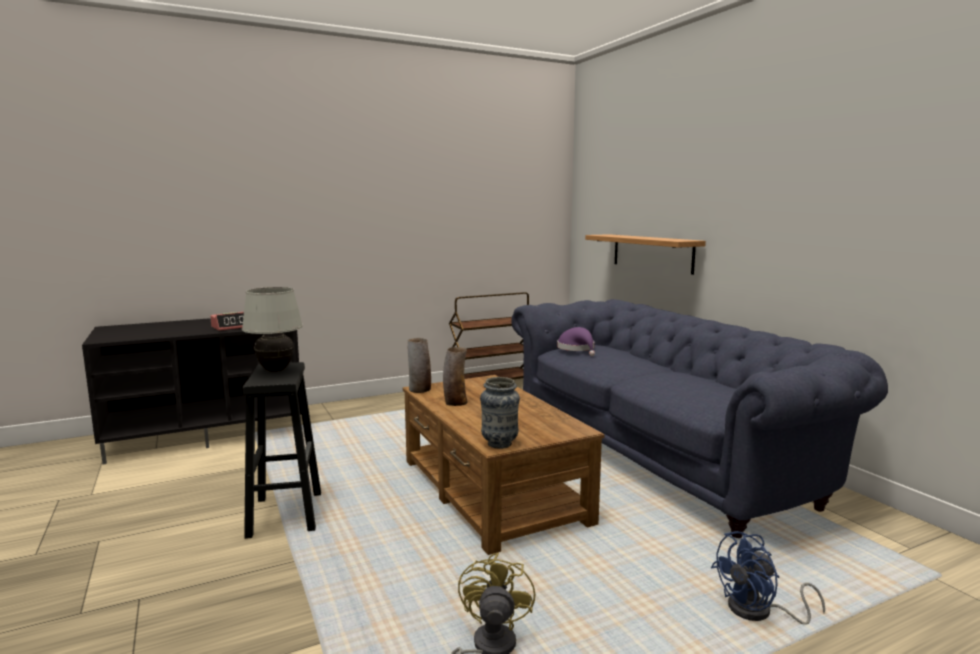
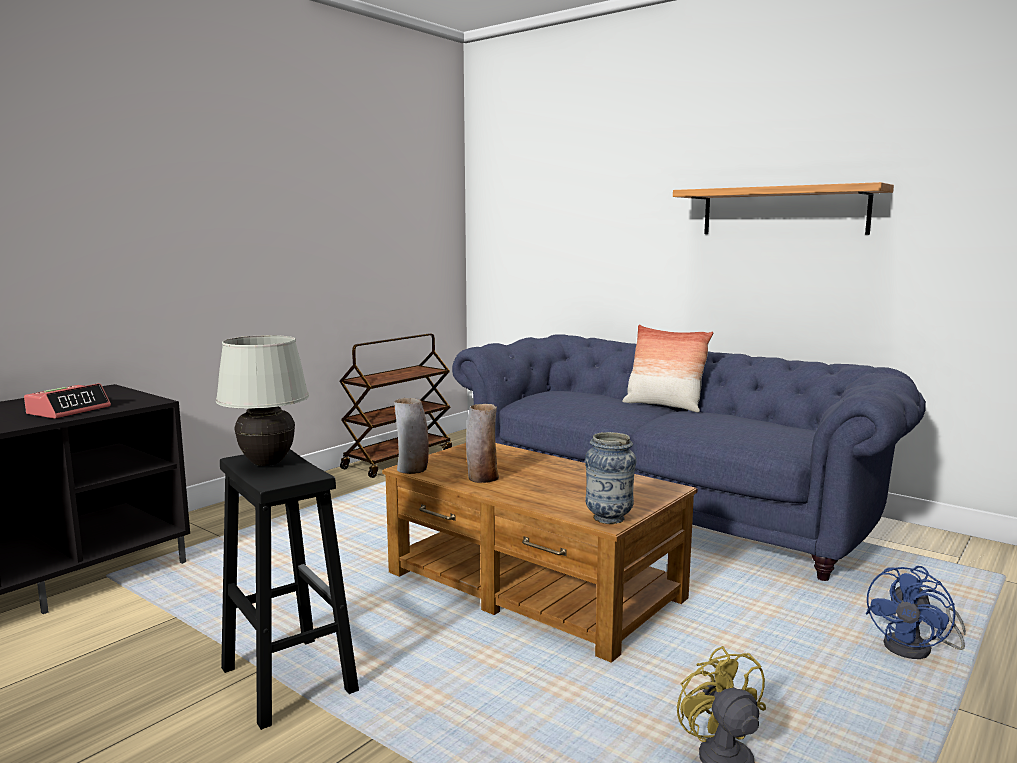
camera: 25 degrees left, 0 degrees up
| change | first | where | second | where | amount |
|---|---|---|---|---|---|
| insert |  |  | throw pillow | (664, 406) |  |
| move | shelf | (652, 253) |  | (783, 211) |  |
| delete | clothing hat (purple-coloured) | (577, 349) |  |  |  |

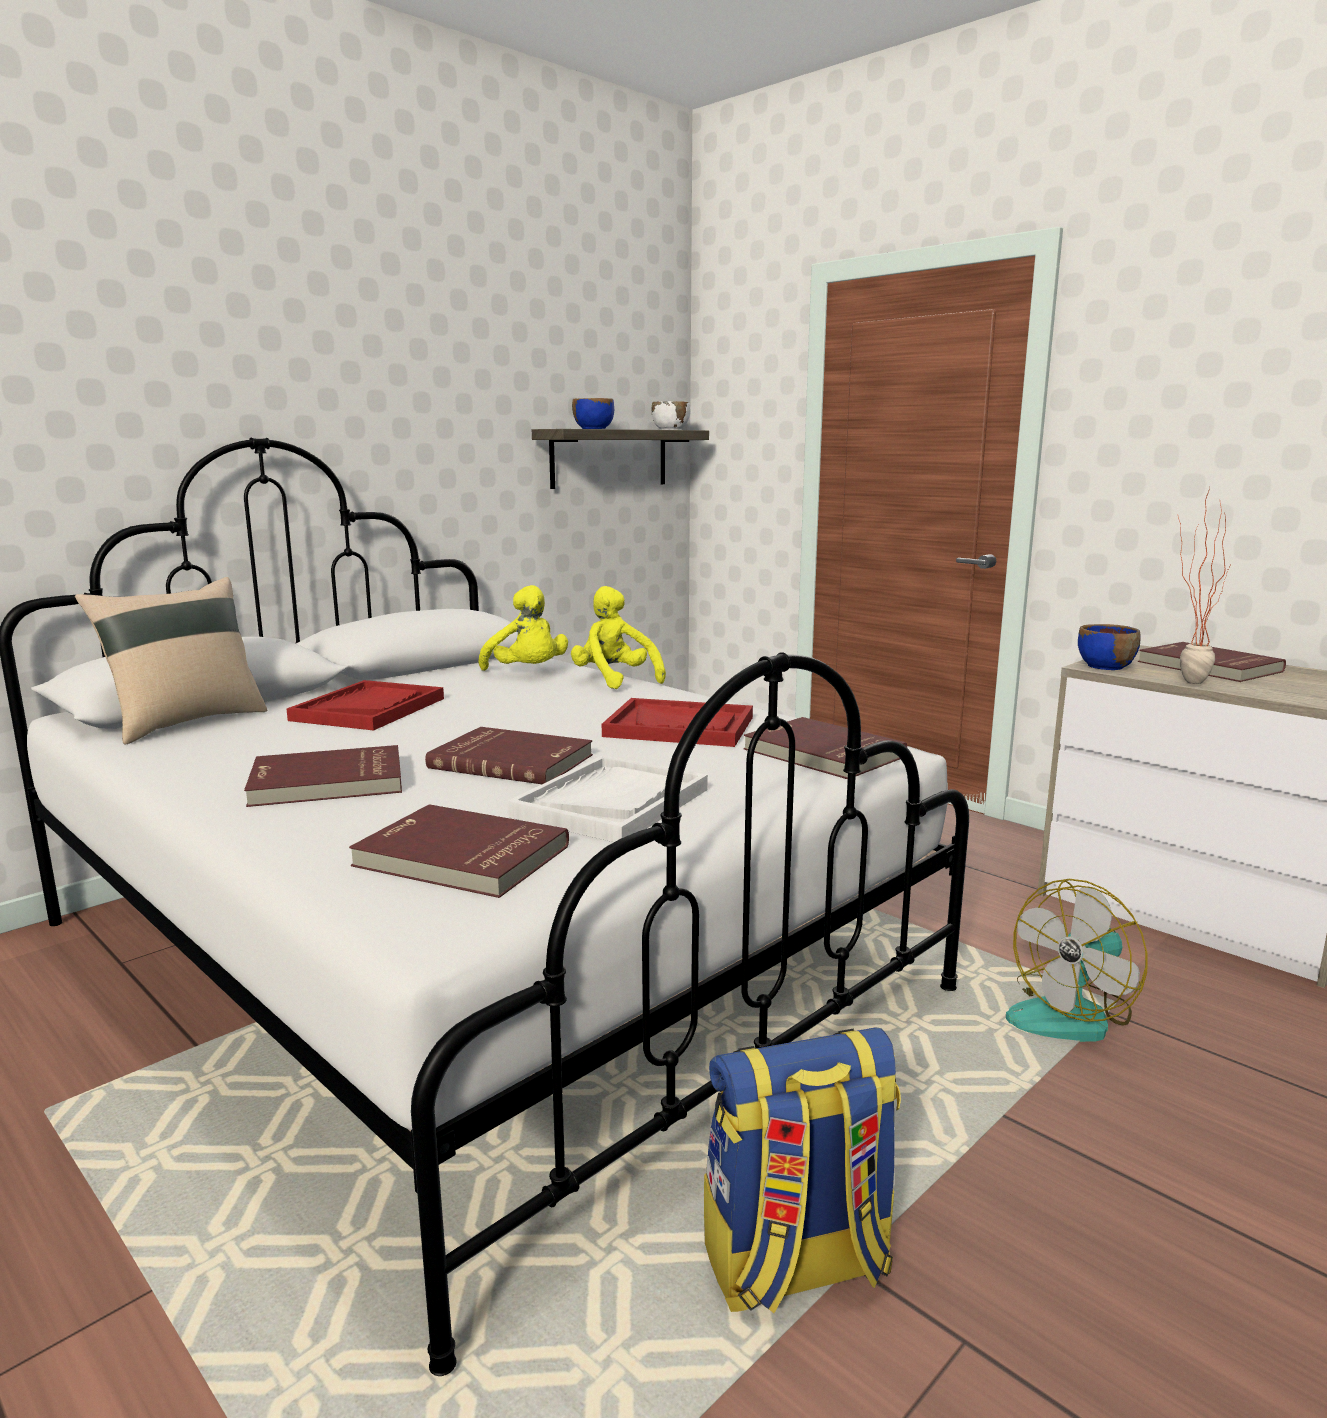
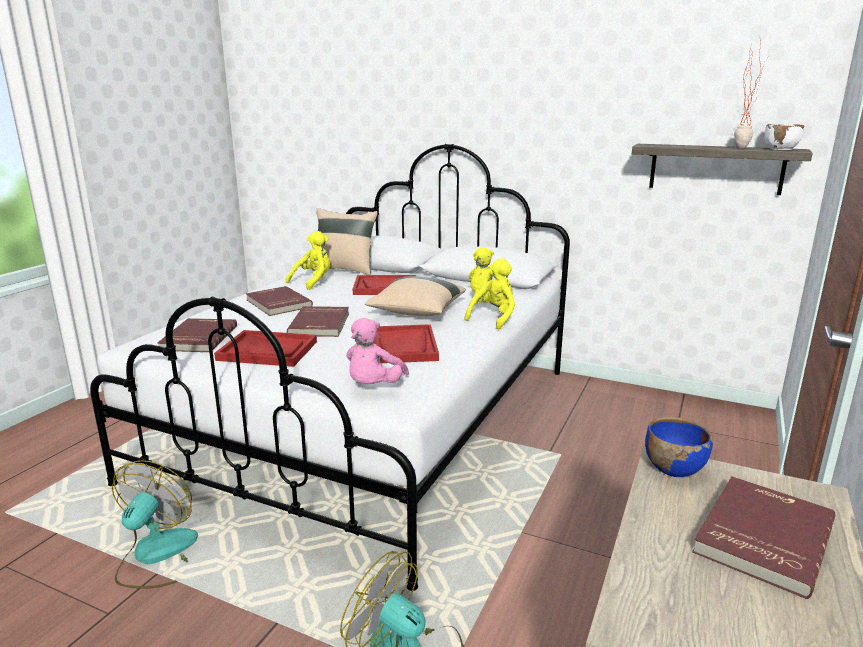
camera: 70 degrees right, 5 degrees up
| change | first | where | second | where | amount |
|---|---|---|---|---|---|
| replace | backpack | (796, 1266) | electric fan | (156, 556) |  |
| recolor | tray (white-coloured) | (611, 802) | tray (red) | (268, 351) |  |
| insert |  |  | soft toy (yellow) | (313, 281) |  |
| replace | book (red) | (822, 753) | soft toy (pink-coloured) | (373, 386) |  |
| insert |  |  | throw pillow (sand-coloured) | (416, 312) |  |
| move | plant in a pot | (1184, 680) |  | (742, 147) |  |
| delete | deep dish (blue-coloured) | (594, 428) |  |  |  |

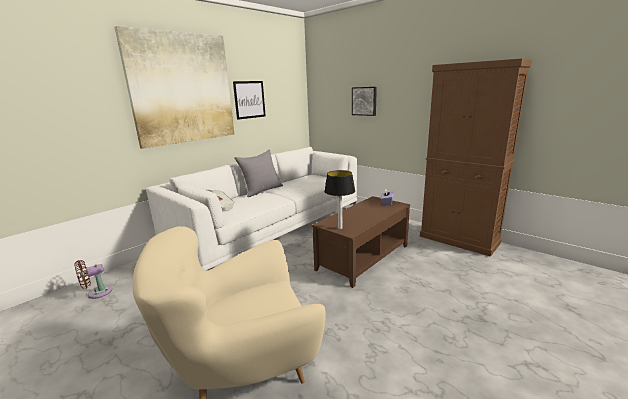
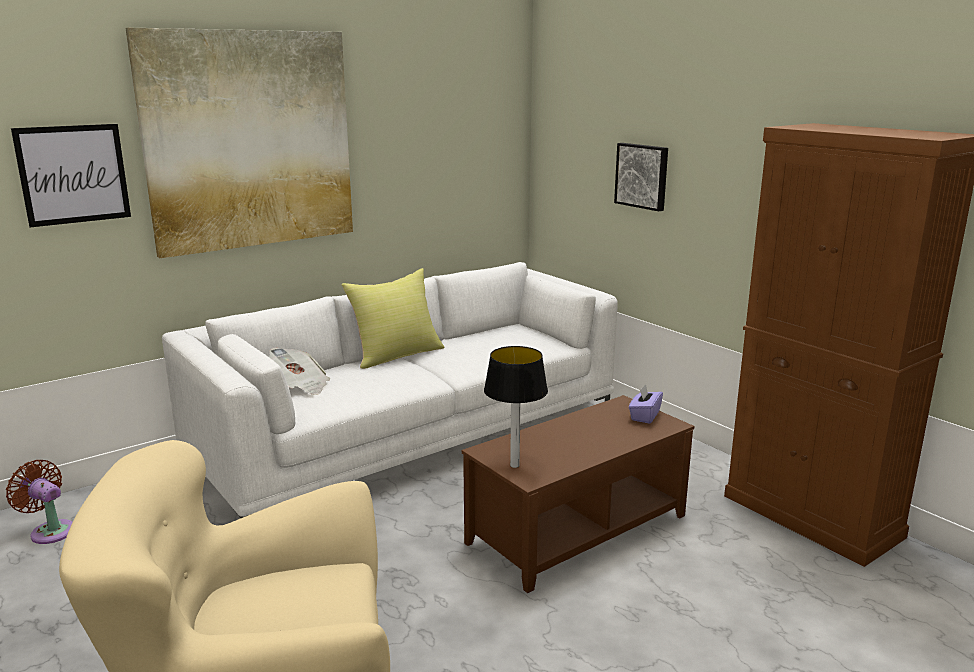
camera: 10 degrees right, 0 degrees up
| change | first | where | second | where | amount |
|---|---|---|---|---|---|
| rotate | electric fan (brown) | (97, 293) |  | (50, 531) | 60 degrees clockwise |
| move | wall art | (249, 99) |  | (73, 174) |  |
| recolor | throw pillow (gray) | (261, 190) | throw pillow (yellow) | (396, 355) |  |

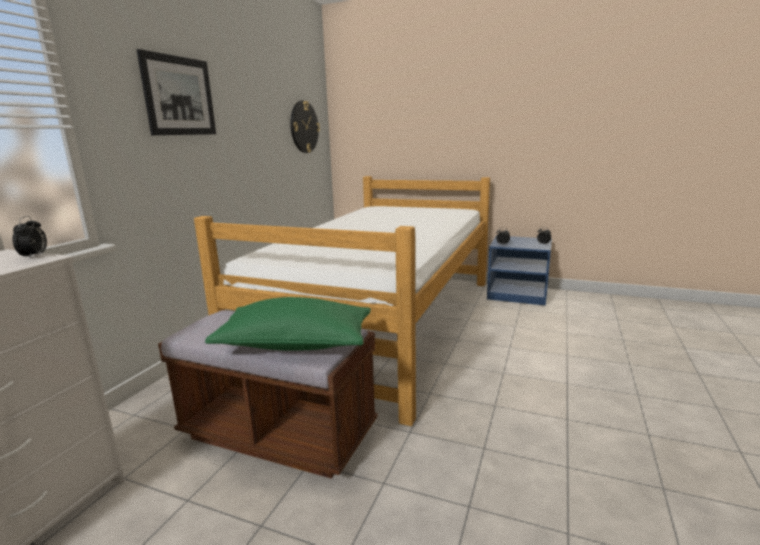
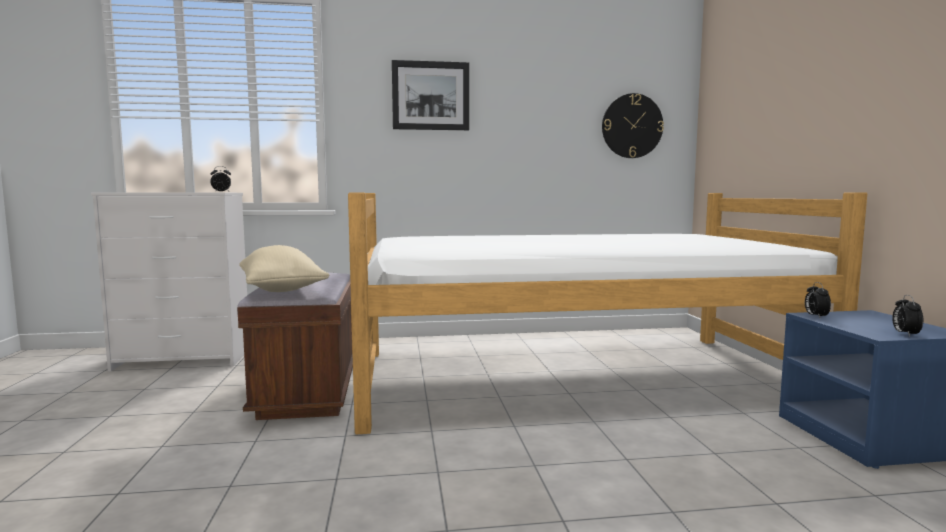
camera: 60 degrees right, 10 degrees down
| change | first | where | second | where | amount |
|---|---|---|---|---|---|
| recolor | throw pillow (greenish) | (295, 344) | throw pillow (sand-coloured) | (281, 289) |  |

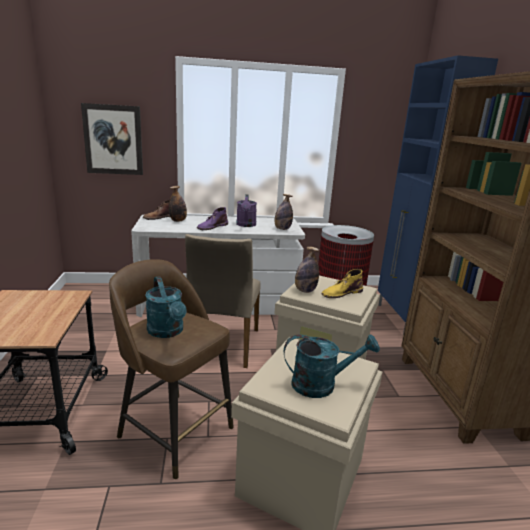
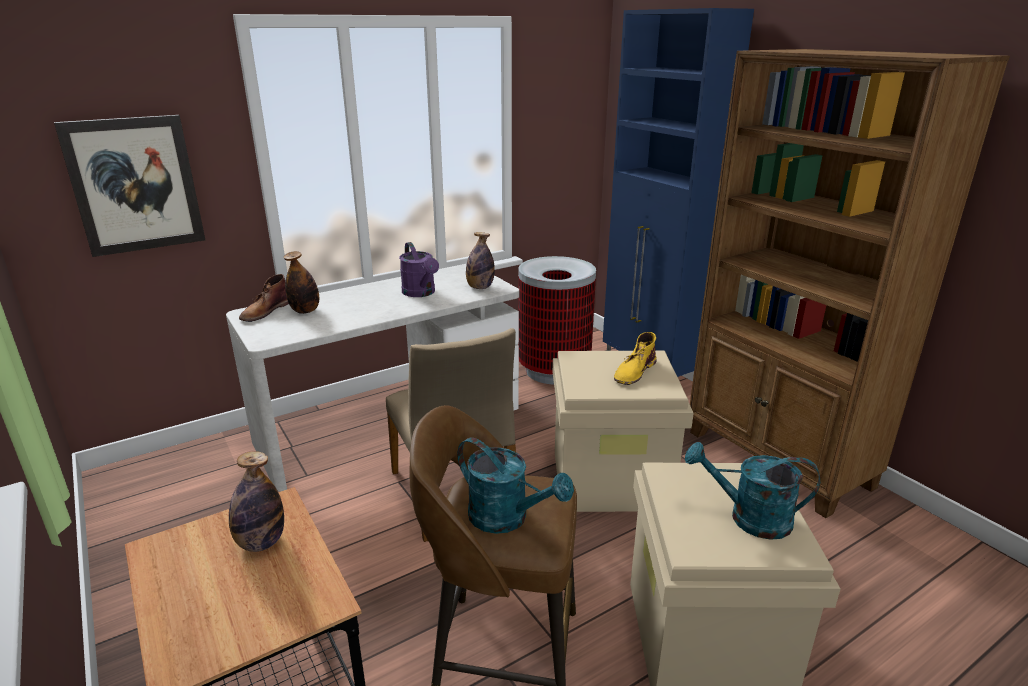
camera: 25 degrees left, 5 degrees up
| change | first | where | second | where | amount |
|---|---|---|---|---|---|
| move | bottle | (305, 291) |  | (261, 542) |  |
| rotate | sprinkling can (turquoise) | (321, 384) |  | (749, 518) | 135 degrees counterclockwise |
| delete | high-top boot (purple-coloured) | (212, 227) |  |  |  |

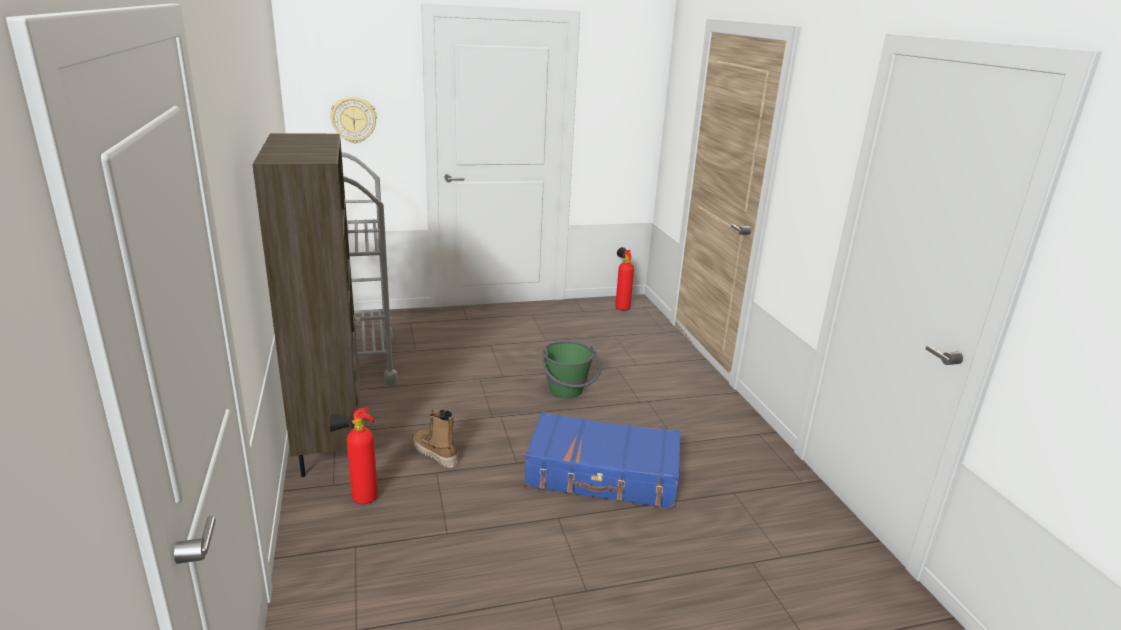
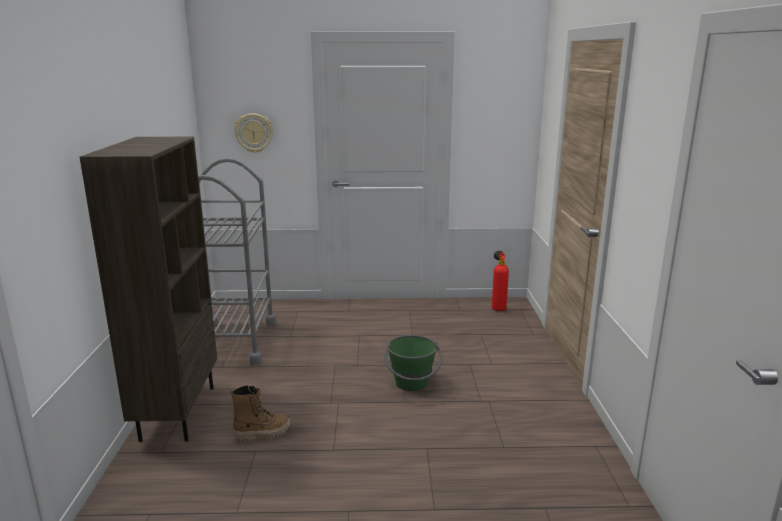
camera: 15 degrees right, 5 degrees down
| change | first | where | second | where | amount |
|---|---|---|---|---|---|
| rotate | high-top boot | (435, 454) |  | (262, 433) | 105 degrees clockwise |
| delete | extinguisher | (358, 499) |  |  |  |
| delete | suitcase (blue-coloured) | (603, 475) |  |  |  |

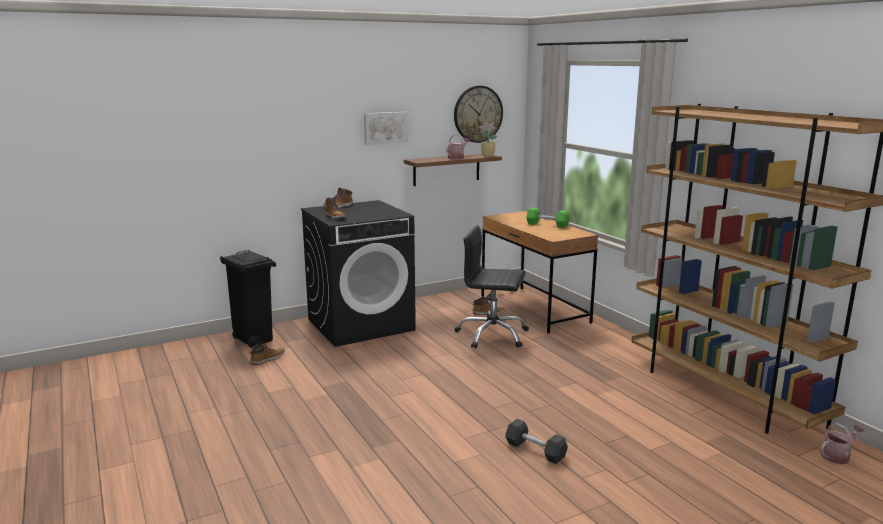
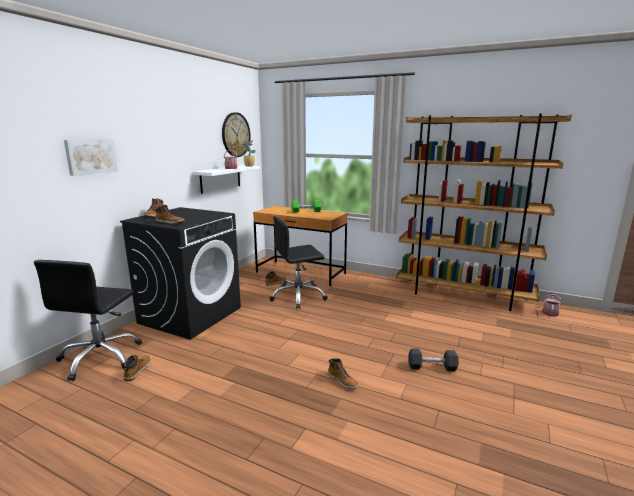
camera: 35 degrees left, 0 degrees up
| change | first | where | second | where | amount |
|---|---|---|---|---|---|
| replace | waste bin (black) | (253, 340) | computer chair (black) | (101, 357) |  |
| move | wall art | (385, 127) |  | (91, 156) |  |
| recolor | shelf (brown) | (446, 169) | shelf (white-coloured) | (220, 178) |  |
| insert |  |  | high-top boot | (343, 381) |  |

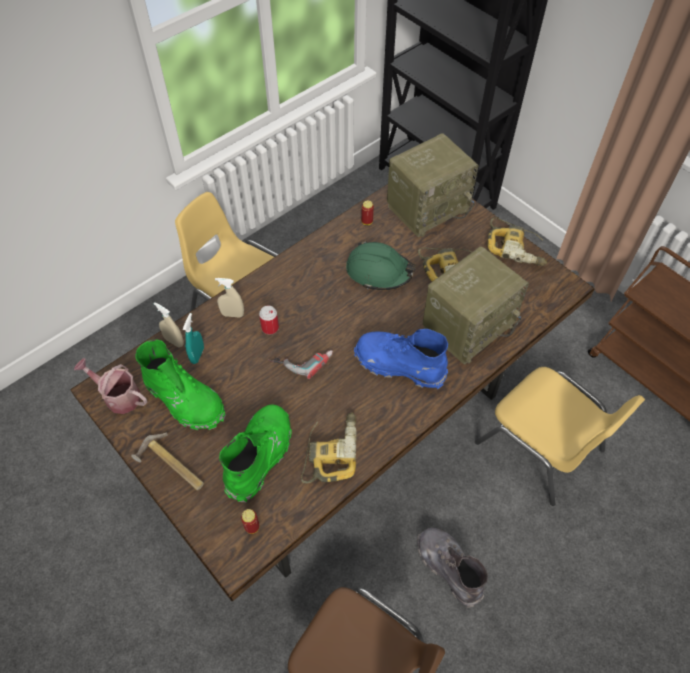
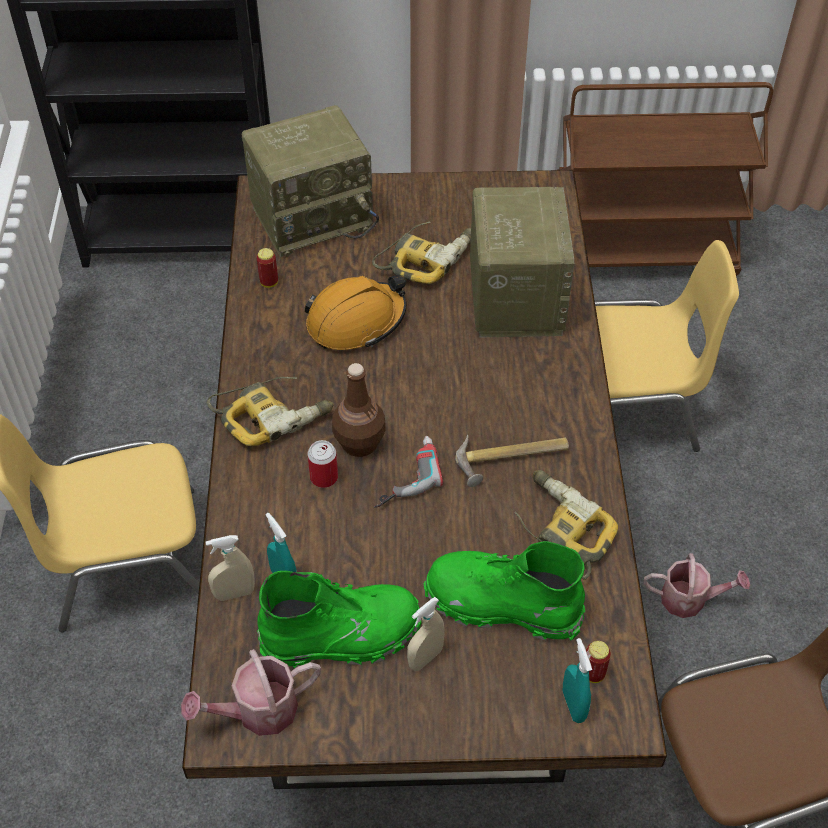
camera: 50 degrees left, 5 degrees down
| change | first | where | second | where | amount |
|---|---|---|---|---|---|
| move | drill | (516, 247) |  | (272, 414) |  |
| rotate | radio receiver | (428, 207) |  | (313, 217) | 60 degrees clockwise |
| recolor | safety helmet (greenish) | (379, 272) | safety helmet (orange) | (356, 321) |  |
| insert |  |  | bottle (brown) | (359, 443) |  |
| move | hand sprayer (sand-coloured) | (232, 314) |  | (425, 658) |  |
| rotate | high-top boot (greenish) | (260, 456) |  | (502, 605) | 45 degrees counterclockwise |
| move | hand hammer | (171, 467) |  | (512, 460) |  |
| insert |  |  | hand sprayer (turquoise) | (573, 705) |  |
| replace | high-top boot (gray) | (449, 567) | sprinkling can | (689, 599) |  |
| delete | high-top boot (blue-coloured) | (399, 365) |  |  |  |

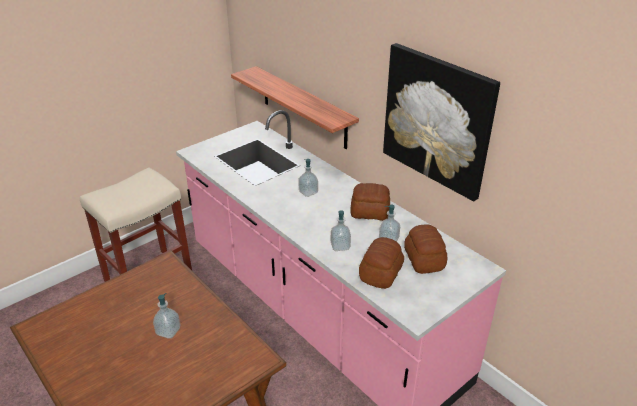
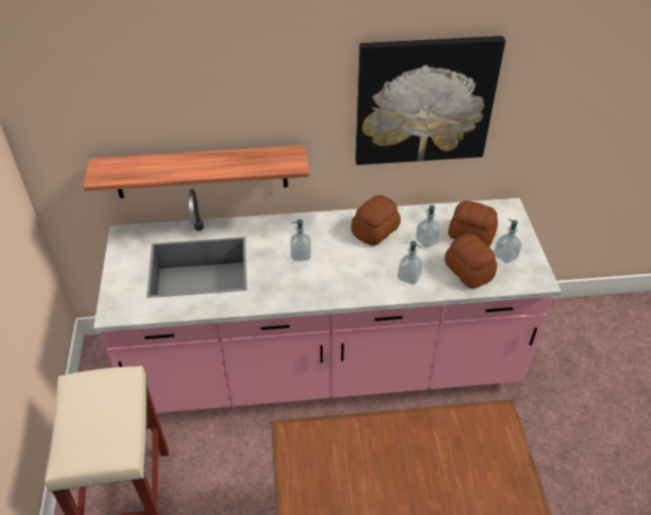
camera: 55 degrees left, 10 degrees up
| change | first | where | second | where | amount |
|---|---|---|---|---|---|
| move | soap bottle | (168, 331) |  | (505, 256) |  |

